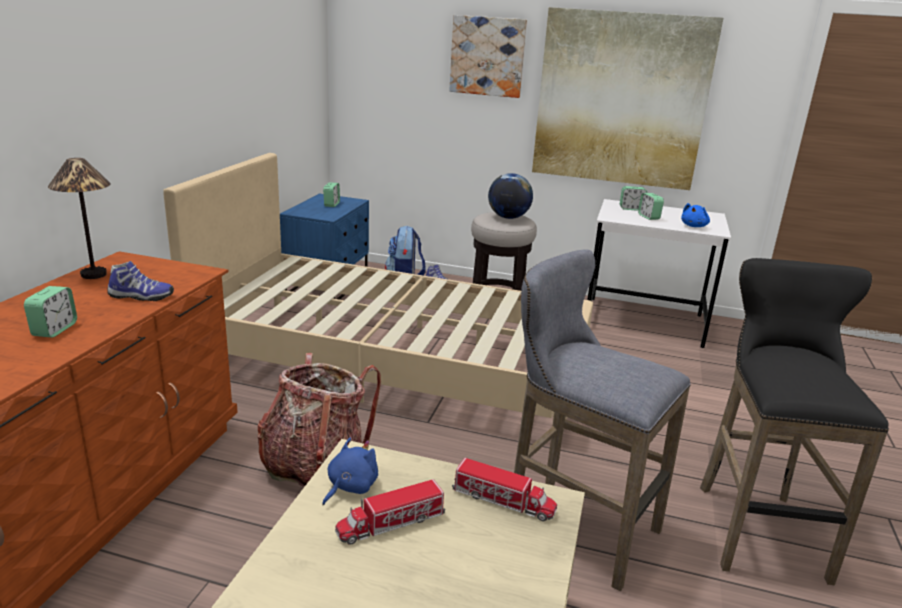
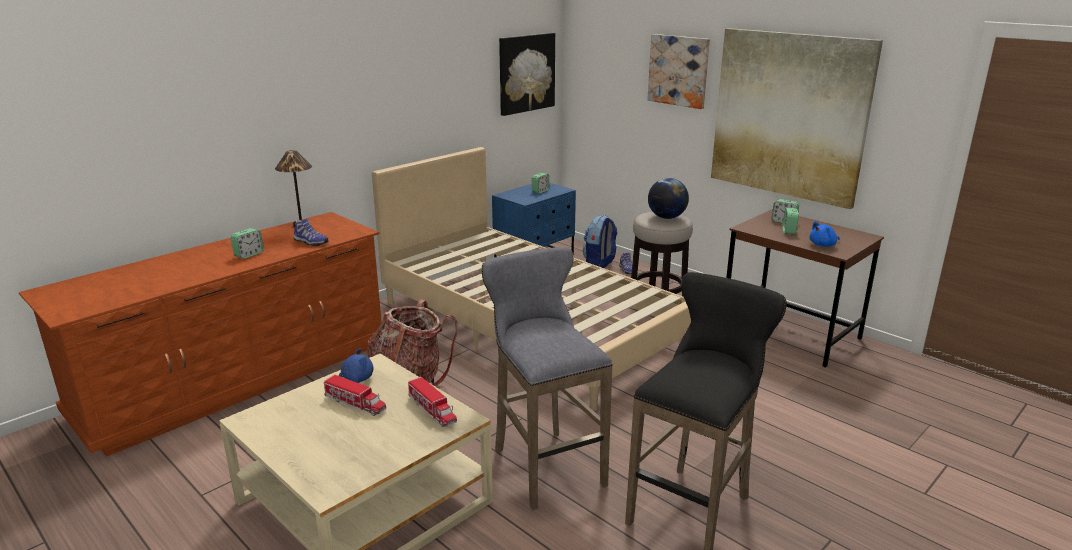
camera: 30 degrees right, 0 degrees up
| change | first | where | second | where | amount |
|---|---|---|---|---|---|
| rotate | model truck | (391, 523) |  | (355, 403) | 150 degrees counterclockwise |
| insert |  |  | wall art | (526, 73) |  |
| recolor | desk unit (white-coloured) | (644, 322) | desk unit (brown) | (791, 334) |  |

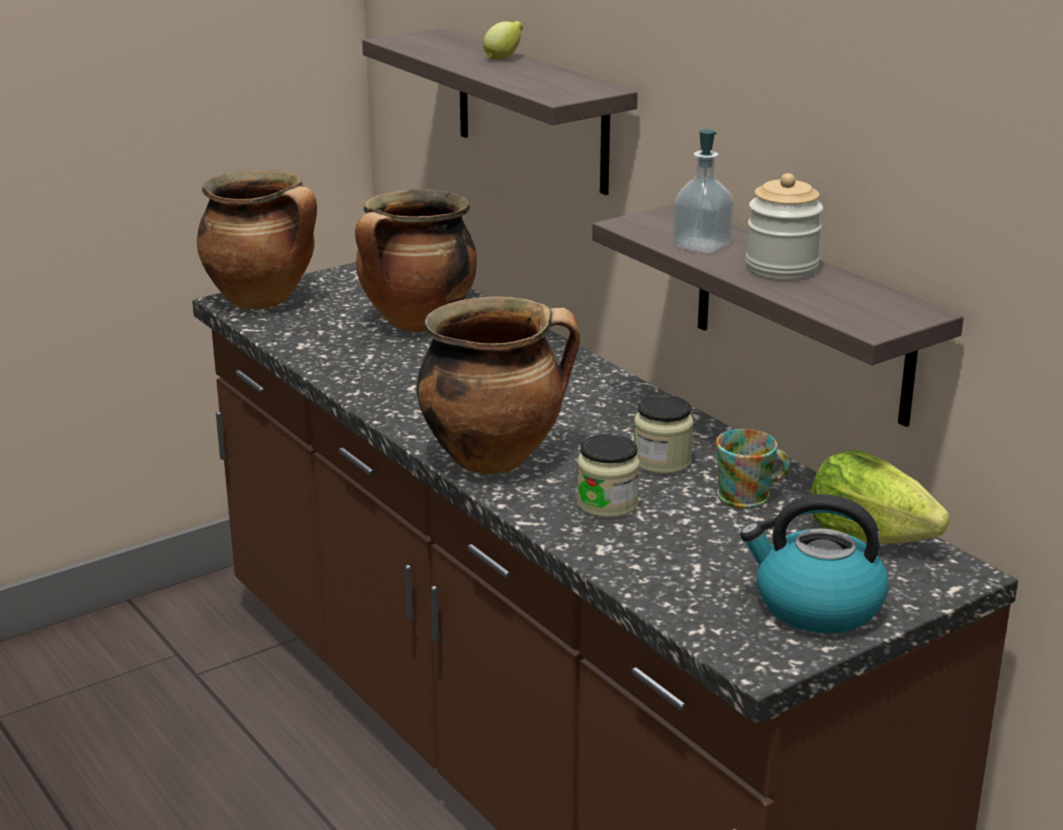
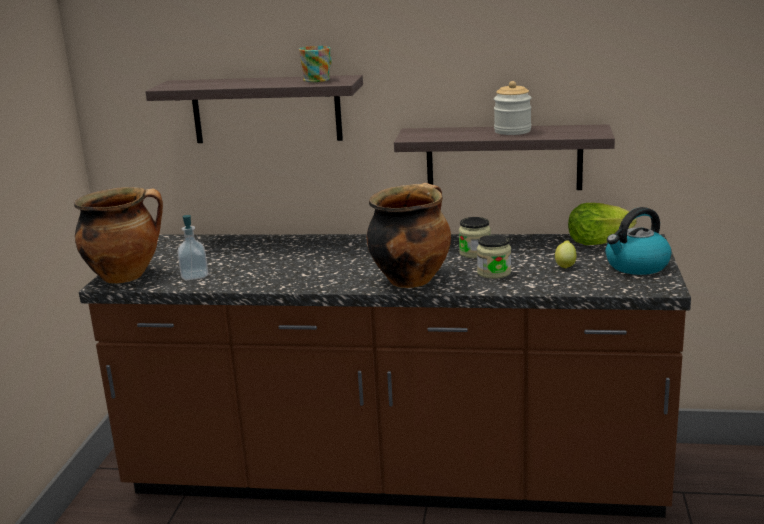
camera: 45 degrees left, 5 degrees down
| change | first | where | second | where | amount |
|---|---|---|---|---|---|
| move | soap bottle | (701, 246) |  | (194, 276) |  |
| move | mug | (751, 496) |  | (319, 79) |  |
| move | whole lemon | (503, 58) |  | (565, 265) |  |
| delete | cooking pot | (417, 324) |  |  |  |

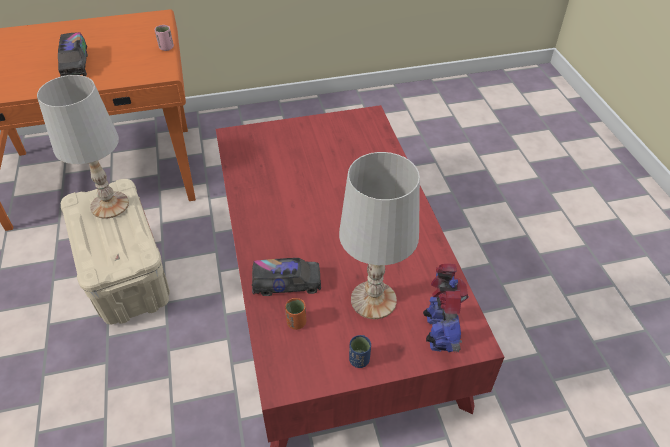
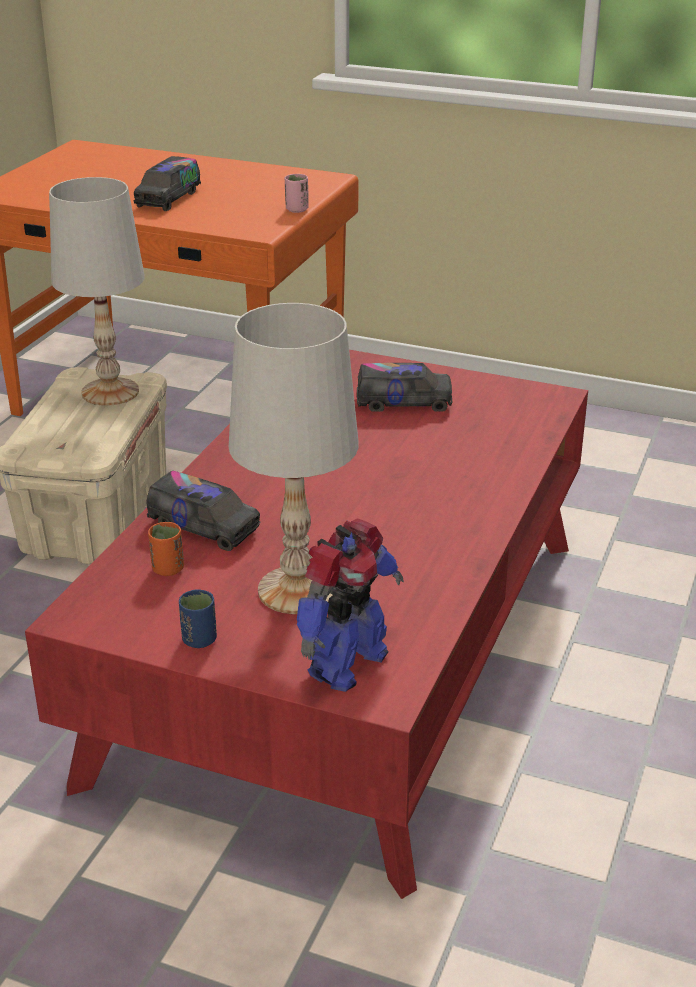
camera: 35 degrees right, 15 degrees down
| change | first | where | second | where | amount |
|---|---|---|---|---|---|
| insert |  |  | model truck | (403, 402) |  |

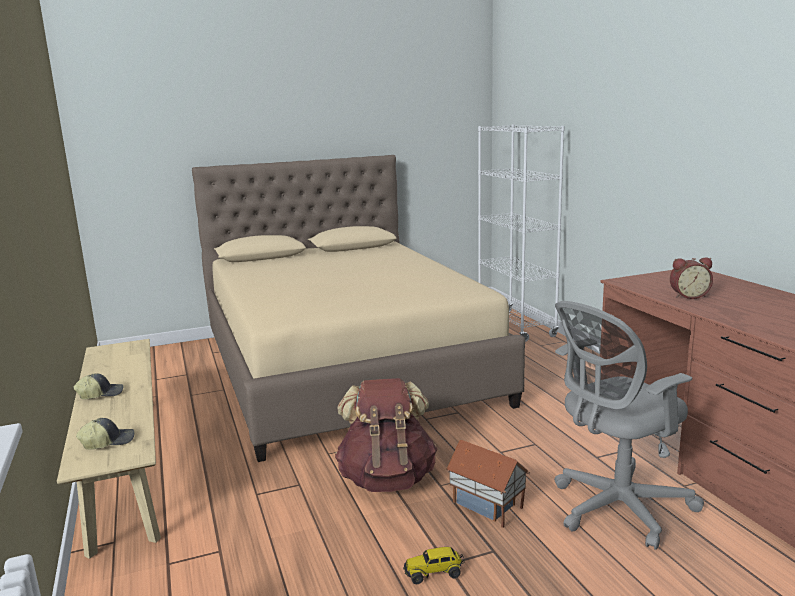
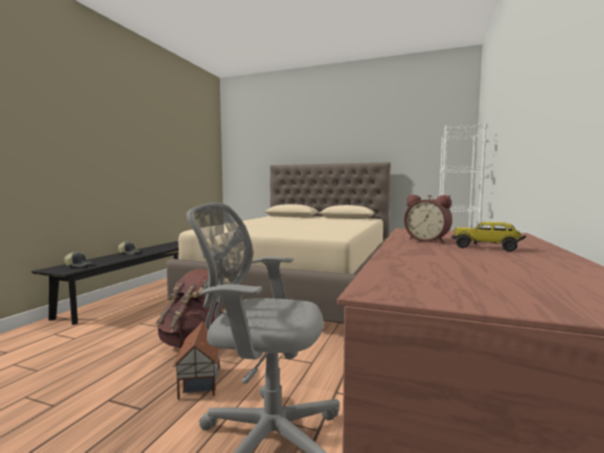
camera: 40 degrees right, 10 degrees down
| change | first | where | second | where | amount |
|---|---|---|---|---|---|
| recolor | bench (sand-coloured) | (125, 465) | bench (black) | (136, 295) |  |
| move | model truck | (434, 573) |  | (486, 248) |  |

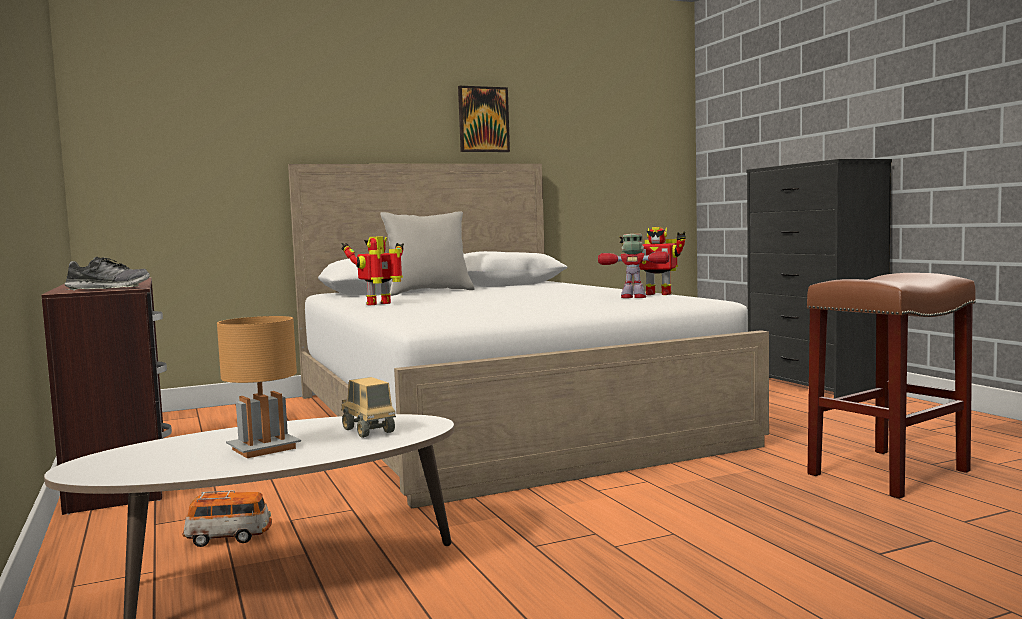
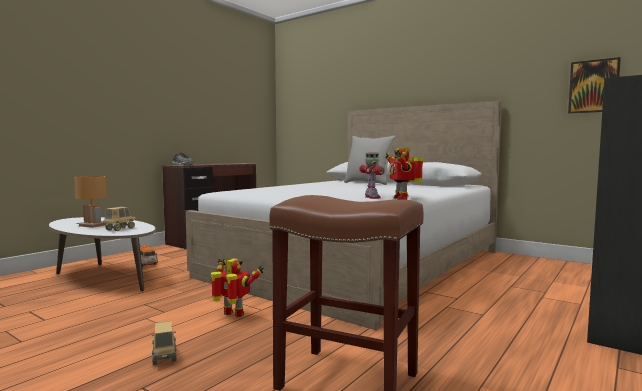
camera: 60 degrees right, 0 degrees up
| change | first | where | second | where | amount |
|---|---|---|---|---|---|
| insert |  |  | model truck | (164, 357) |  |
| move | toy robot | (380, 304) |  | (233, 314) |  |
| move | wall art | (483, 119) |  | (593, 86) |  |

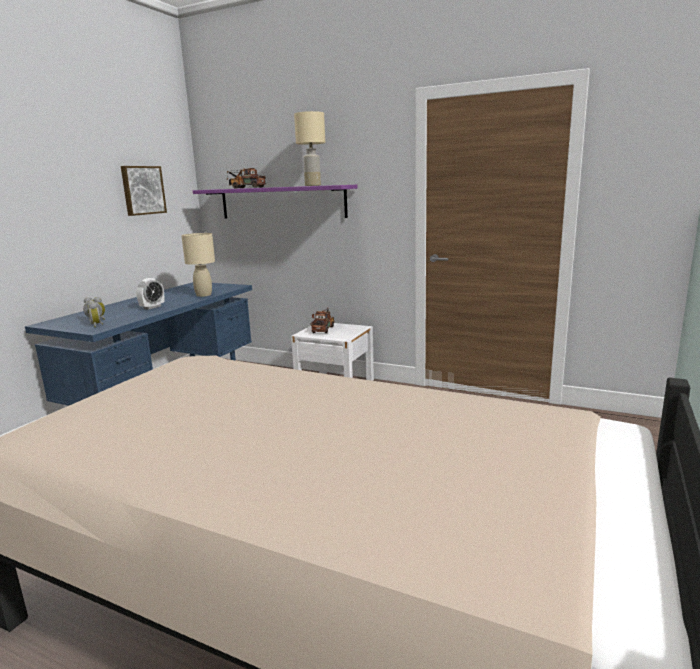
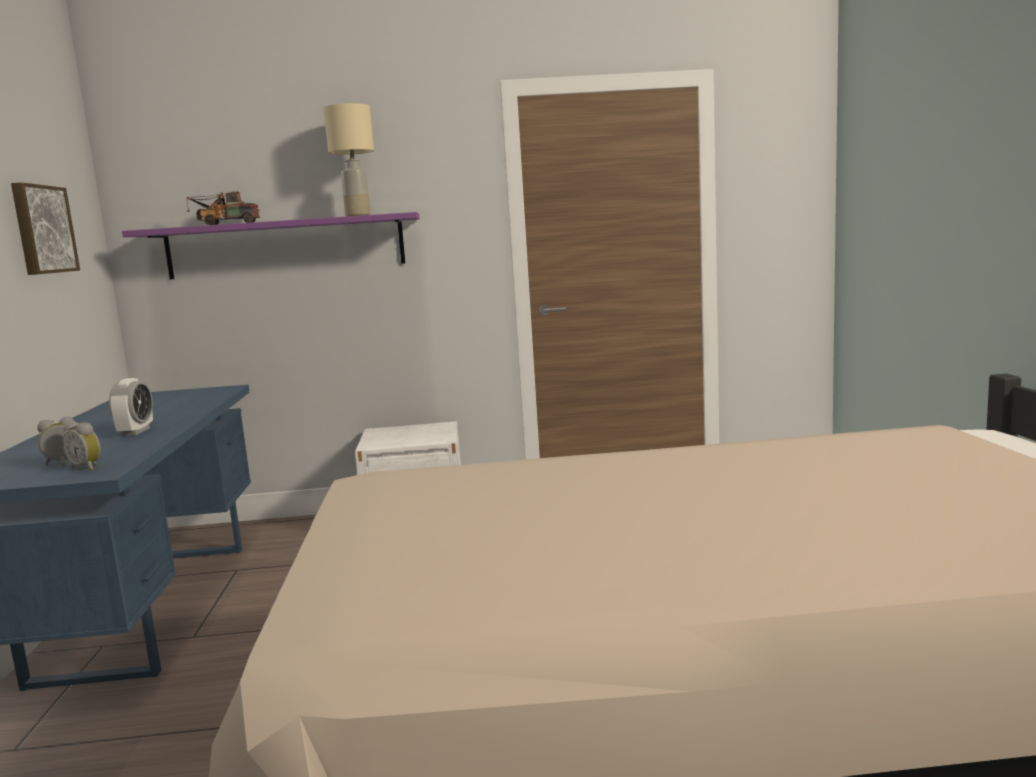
camera: 30 degrees left, 5 degrees down
| change | first | where | second | where | amount |
|---|---|---|---|---|---|
| delete | table lamp (sand-coloured) | (204, 295) |  |  |  |
| delete | model truck | (324, 329) |  |  |  |

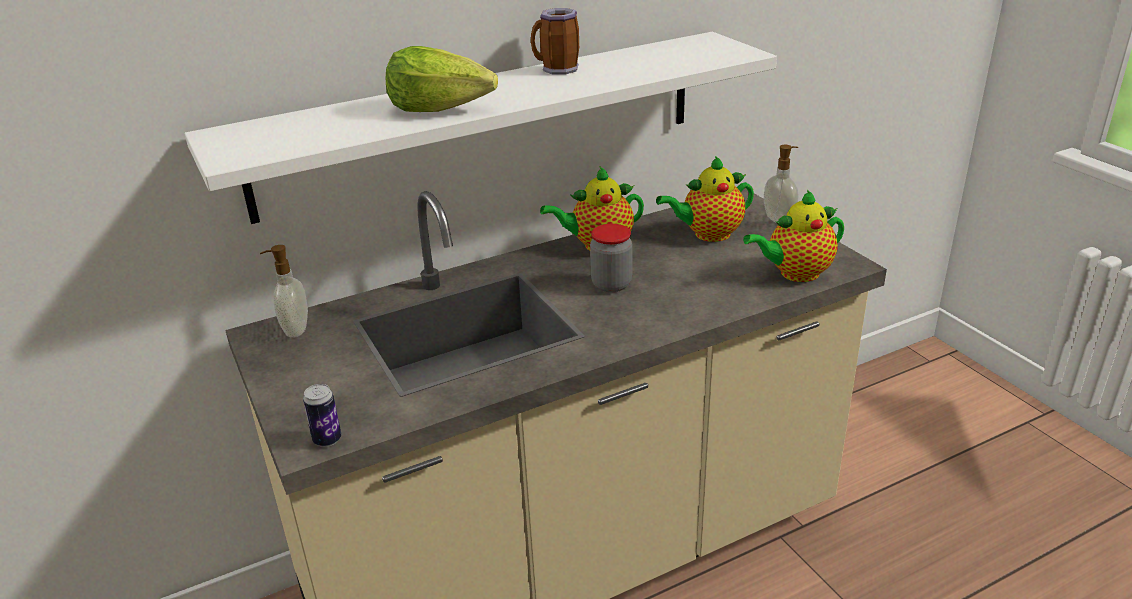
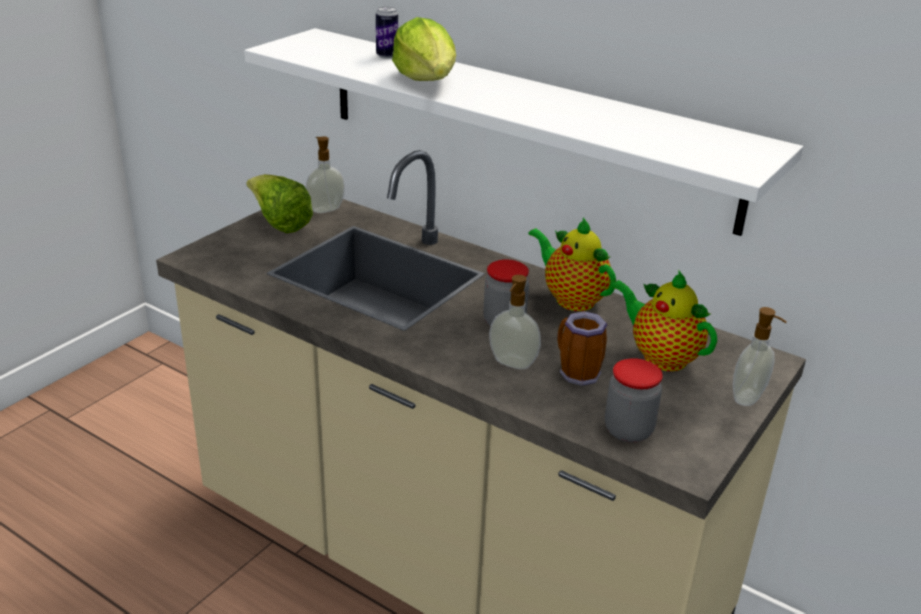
camera: 60 degrees right, 0 degrees up
| change | first | where | second | where | amount |
|---|---|---|---|---|---|
| insert |  |  | lettuce head | (279, 223) |  |
| move | metal can | (327, 440) |  | (387, 56) |  |
| insert |  |  | soap bottle | (512, 364) |  |
| move | mug | (557, 70) |  | (575, 373) |  |
| replace | teapot | (795, 273) | jar | (628, 430) |  |

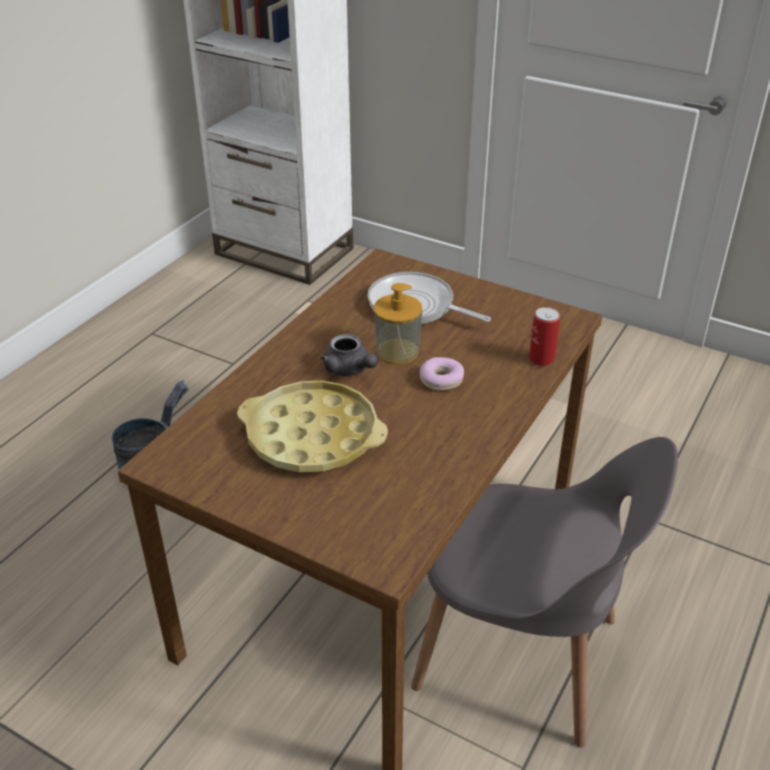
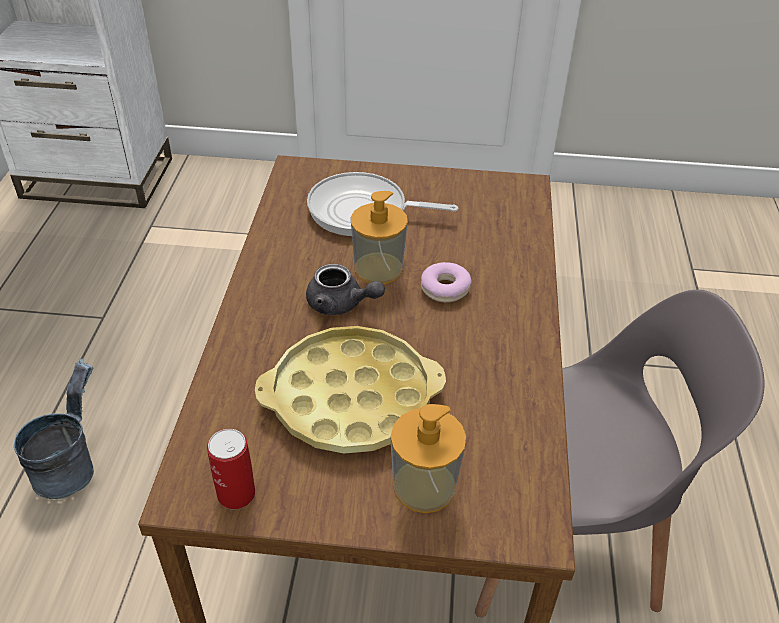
camera: 25 degrees left, 5 degrees up
| change | first | where | second | where | amount |
|---|---|---|---|---|---|
| move | metal can | (541, 359) |  | (236, 494) |  |
| insert |  |  | soap bottle | (424, 486) |  |

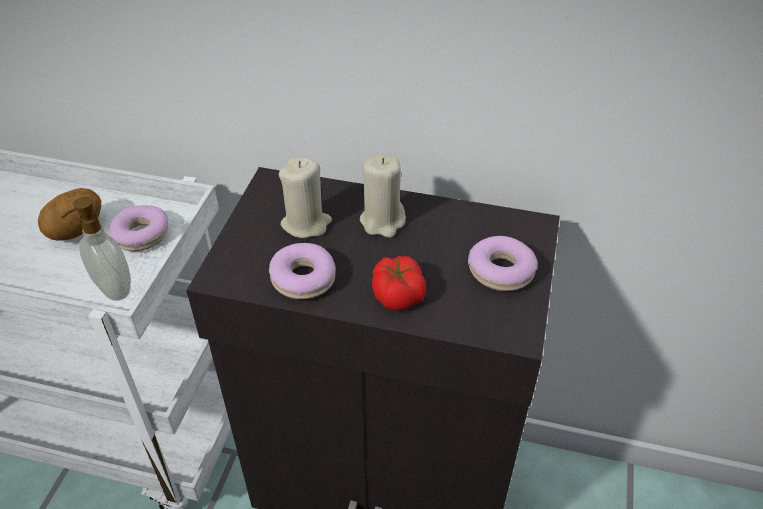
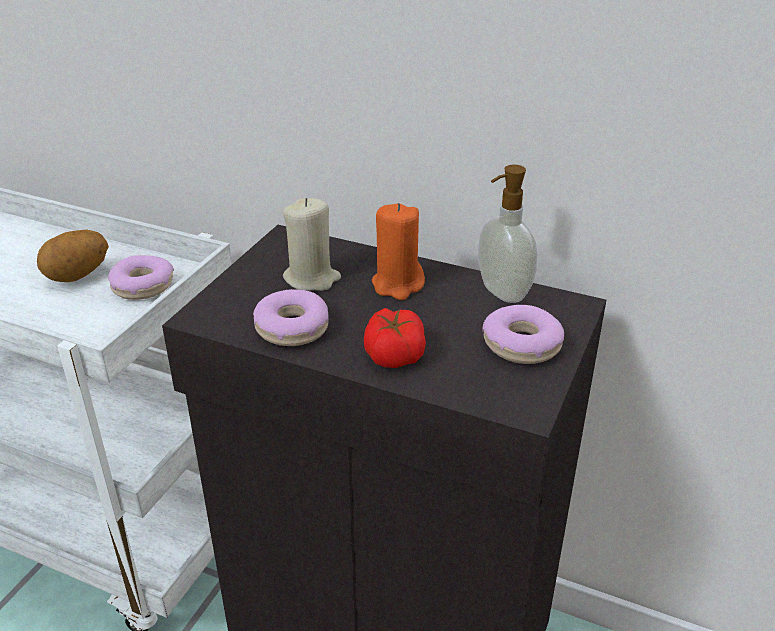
camera: 10 degrees right, 10 degrees down
| change | first | where | second | where | amount |
|---|---|---|---|---|---|
| recolor | candle (sand-coloured) | (383, 221) | candle (orange) | (398, 284) |  |
| move | soap bottle | (112, 289) |  | (501, 292) |  |

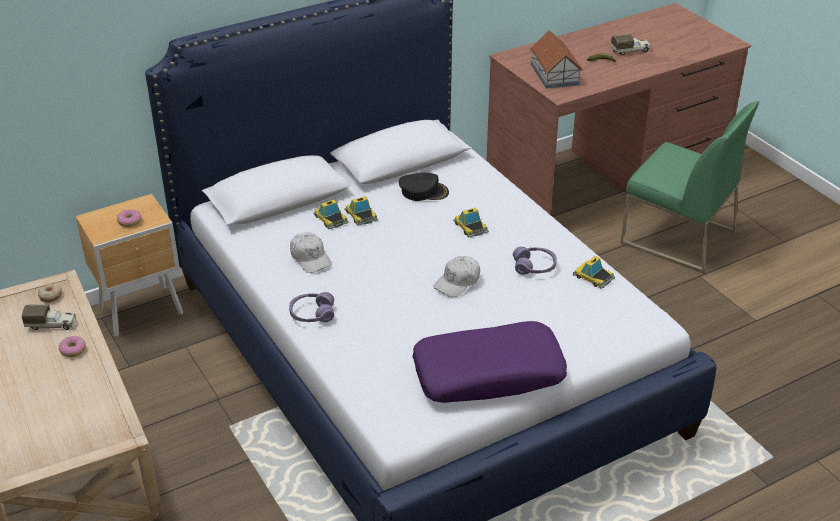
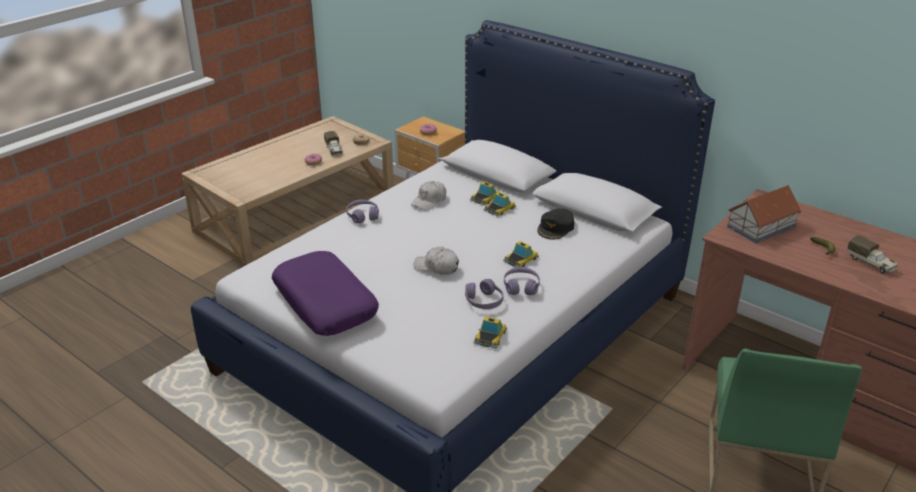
camera: 70 degrees right, 5 degrees down
| change | first | where | second | where | amount |
|---|---|---|---|---|---|
| insert |  |  | headset (purple-coloured) | (521, 287) |  |
| rotate | baseball cap (black) | (423, 191) |  | (556, 228) | 45 degrees clockwise |

